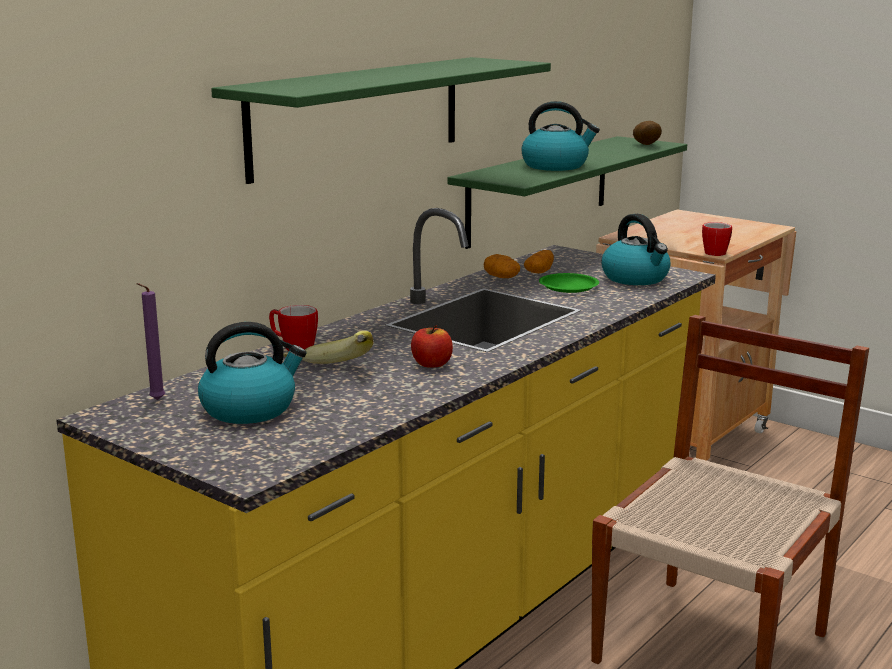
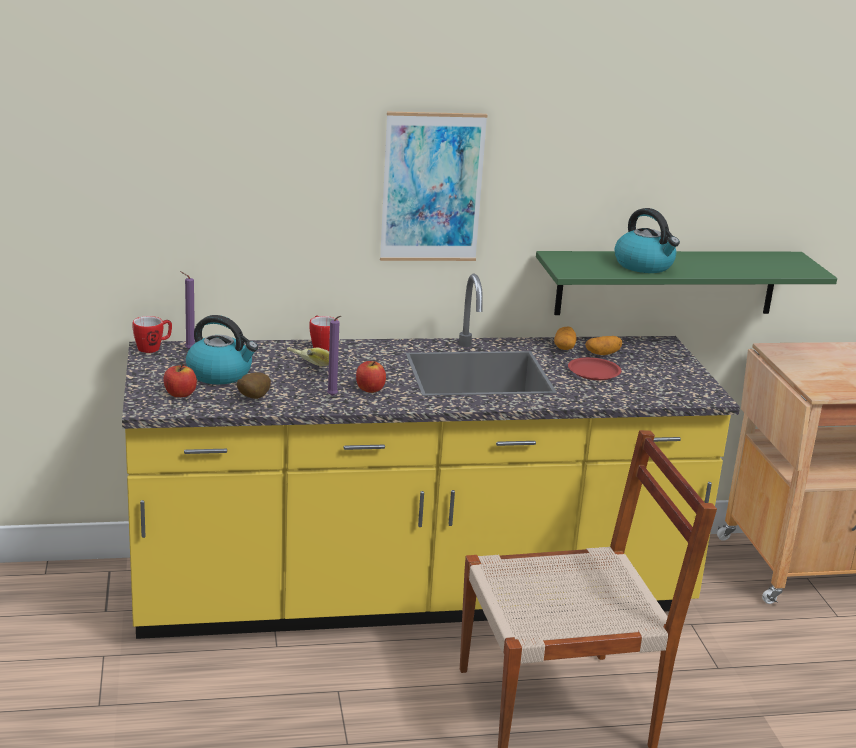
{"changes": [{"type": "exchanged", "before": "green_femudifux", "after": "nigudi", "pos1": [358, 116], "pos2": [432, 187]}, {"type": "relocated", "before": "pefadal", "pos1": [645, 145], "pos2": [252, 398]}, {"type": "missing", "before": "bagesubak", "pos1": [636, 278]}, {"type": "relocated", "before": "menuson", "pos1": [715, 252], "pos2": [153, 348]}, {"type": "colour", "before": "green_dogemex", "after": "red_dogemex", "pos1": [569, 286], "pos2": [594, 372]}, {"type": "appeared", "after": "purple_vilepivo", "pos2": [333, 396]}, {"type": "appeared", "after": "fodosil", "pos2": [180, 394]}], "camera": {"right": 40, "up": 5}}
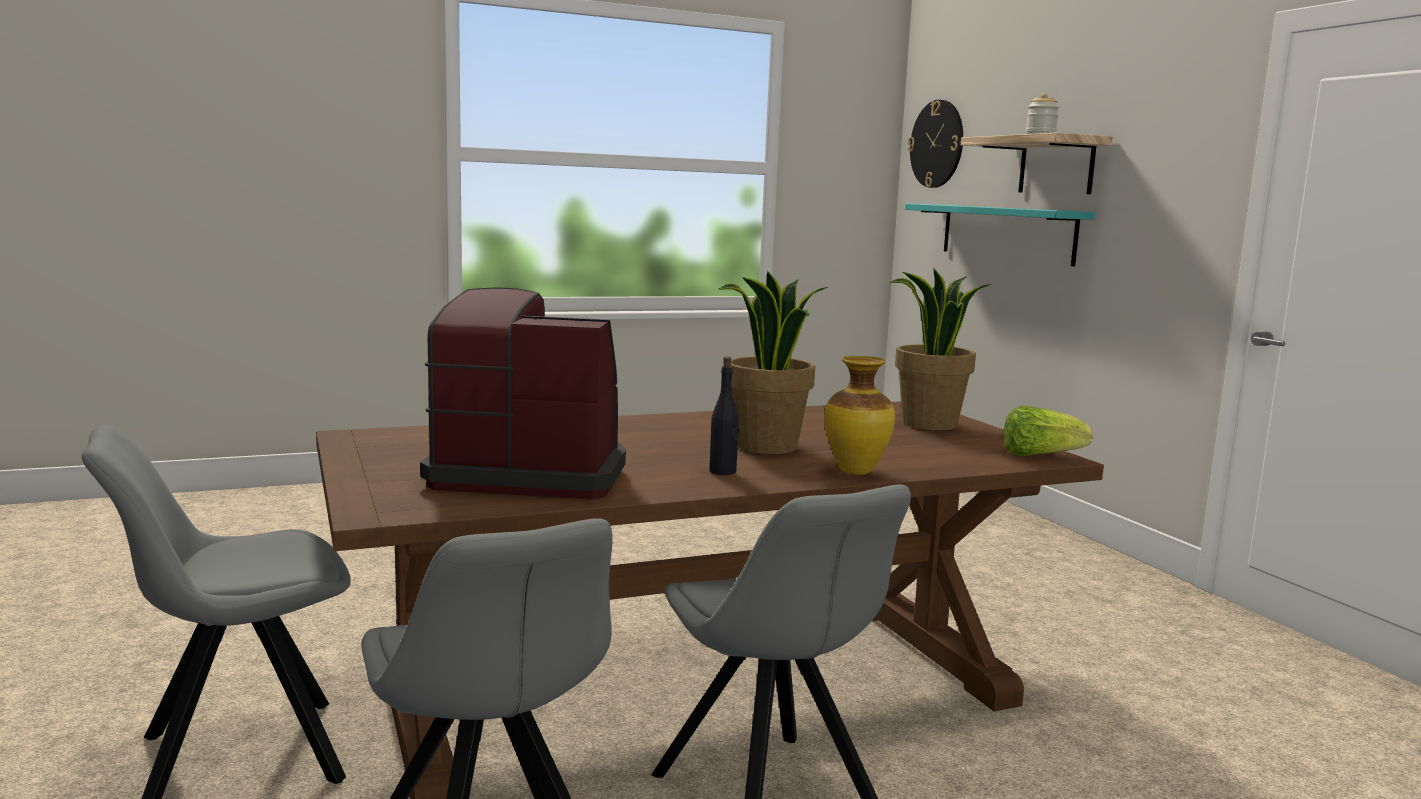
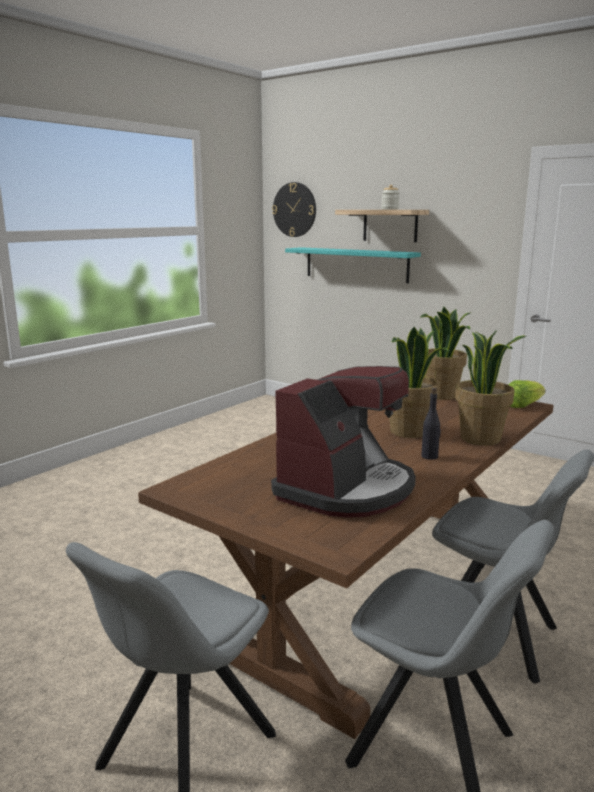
{"changes": [{"type": "spun", "before": "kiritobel", "pos1": [529, 474], "pos2": [346, 489], "turn": 150}, {"type": "exchanged", "before": "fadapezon", "after": "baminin", "pos1": [856, 471], "pos2": [481, 438]}], "camera": {"right": -30, "up": 5}}
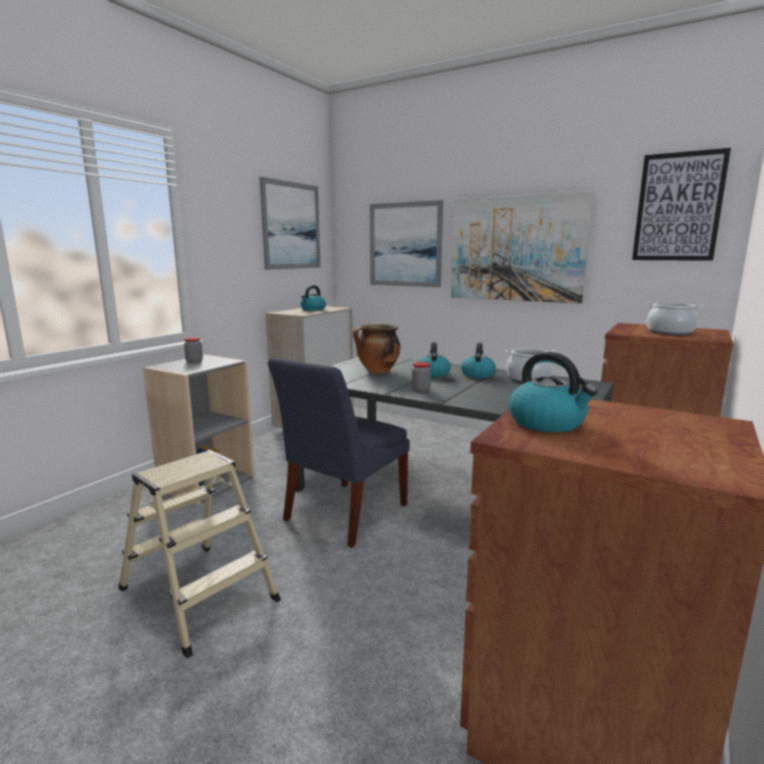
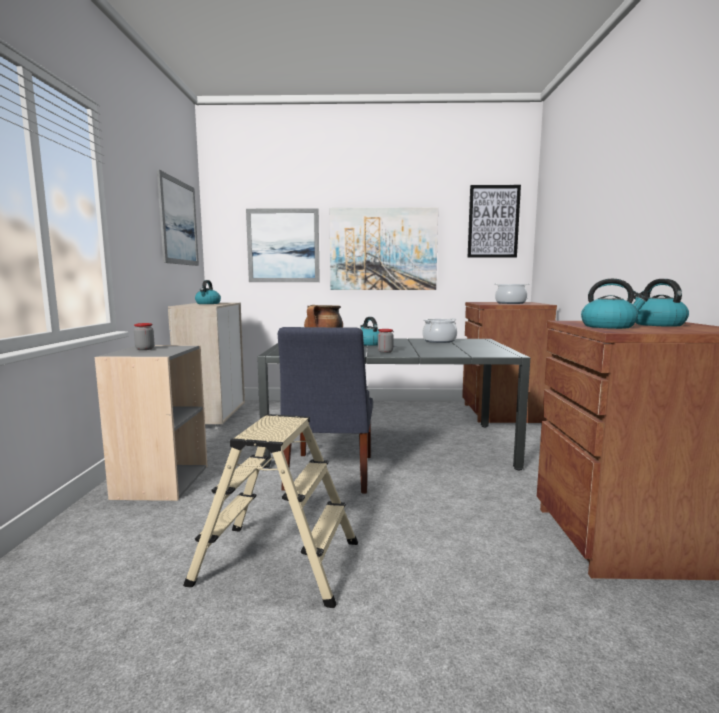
{"changes": [{"type": "relocated", "before": "bagesubak", "pos1": [477, 374], "pos2": [657, 324]}], "camera": {"right": -30, "up": -5}}
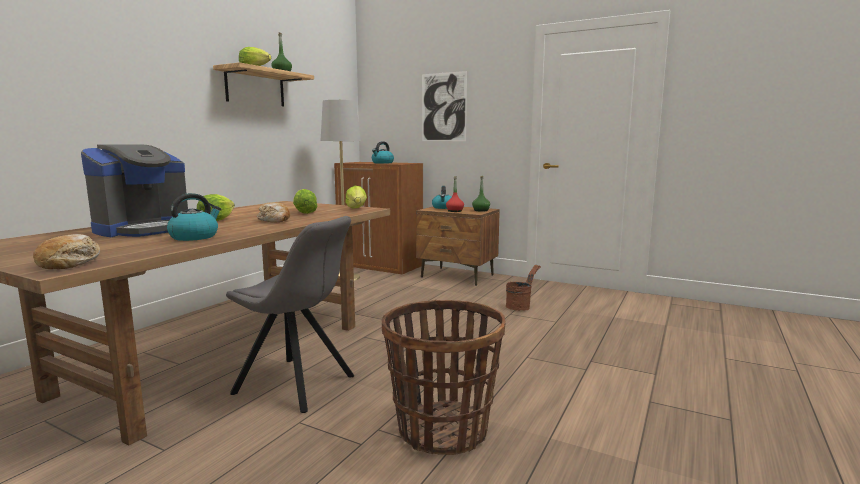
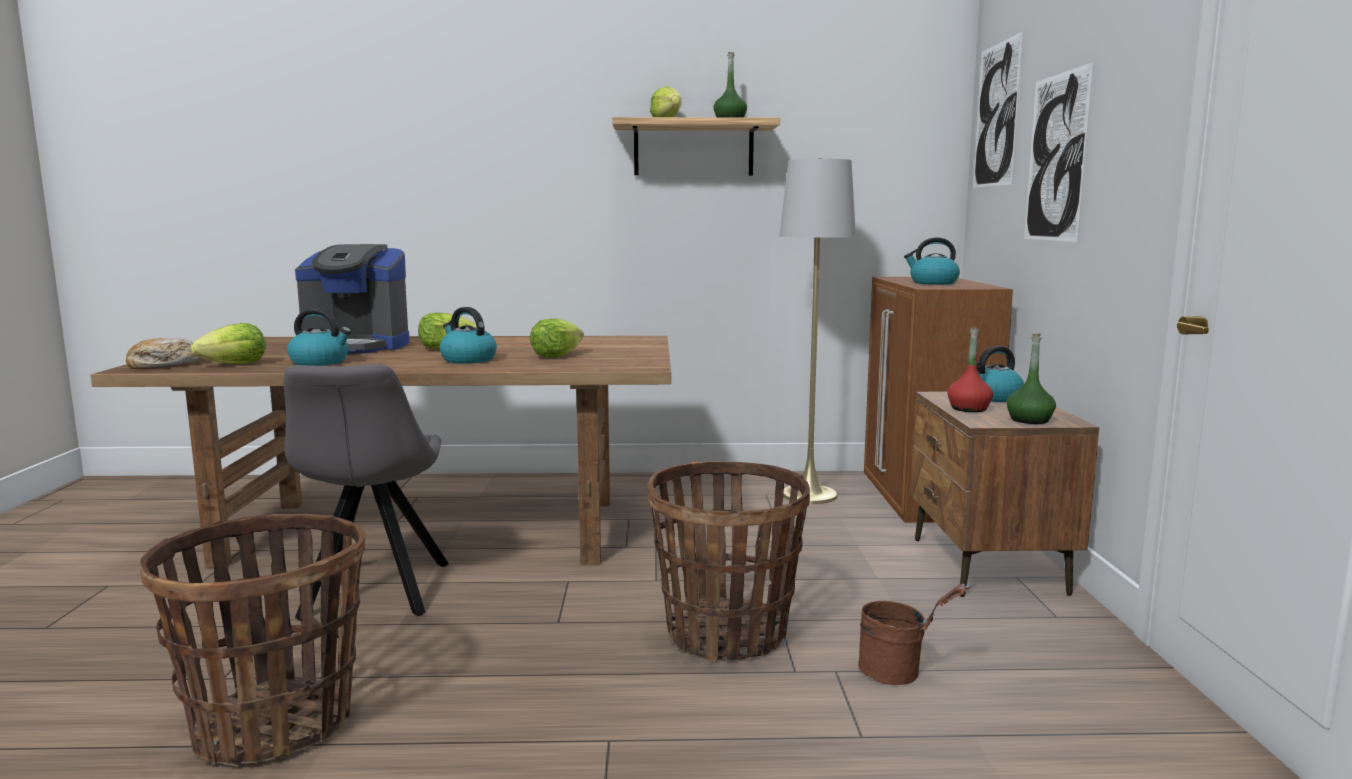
{"changes": [{"type": "relocated", "before": "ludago", "pos1": [356, 208], "pos2": [235, 365]}, {"type": "exchanged", "before": "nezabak", "after": "bagesubak", "pos1": [275, 220], "pos2": [467, 360]}, {"type": "appeared", "after": "nigudi", "pos2": [996, 115]}, {"type": "appeared", "after": "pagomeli", "pos2": [727, 634]}], "camera": {"right": 60, "up": 0}}
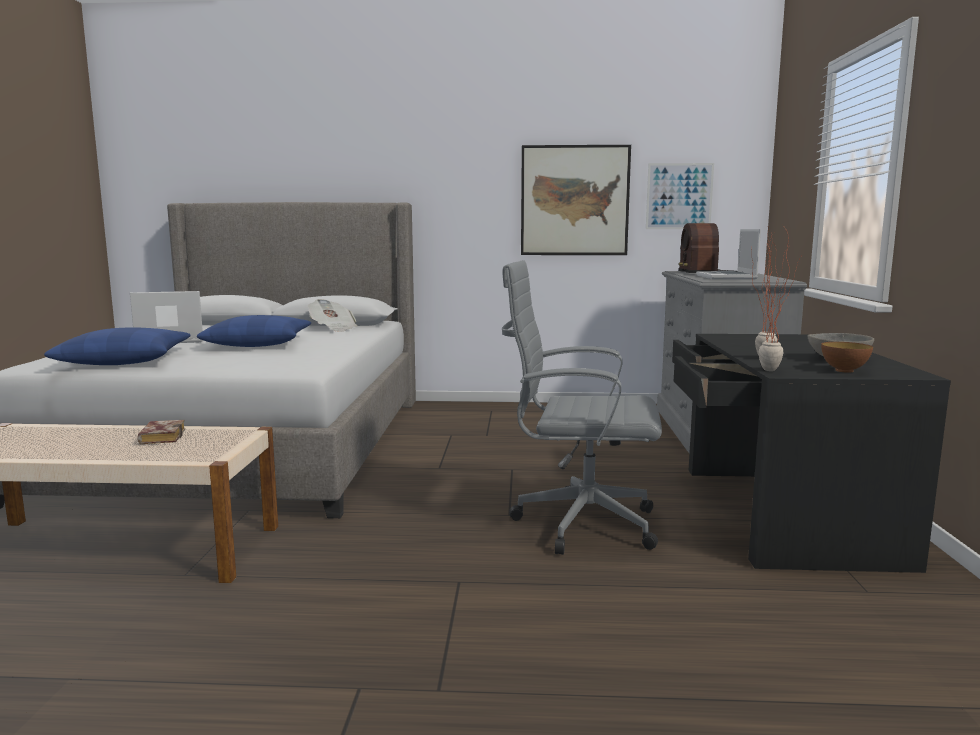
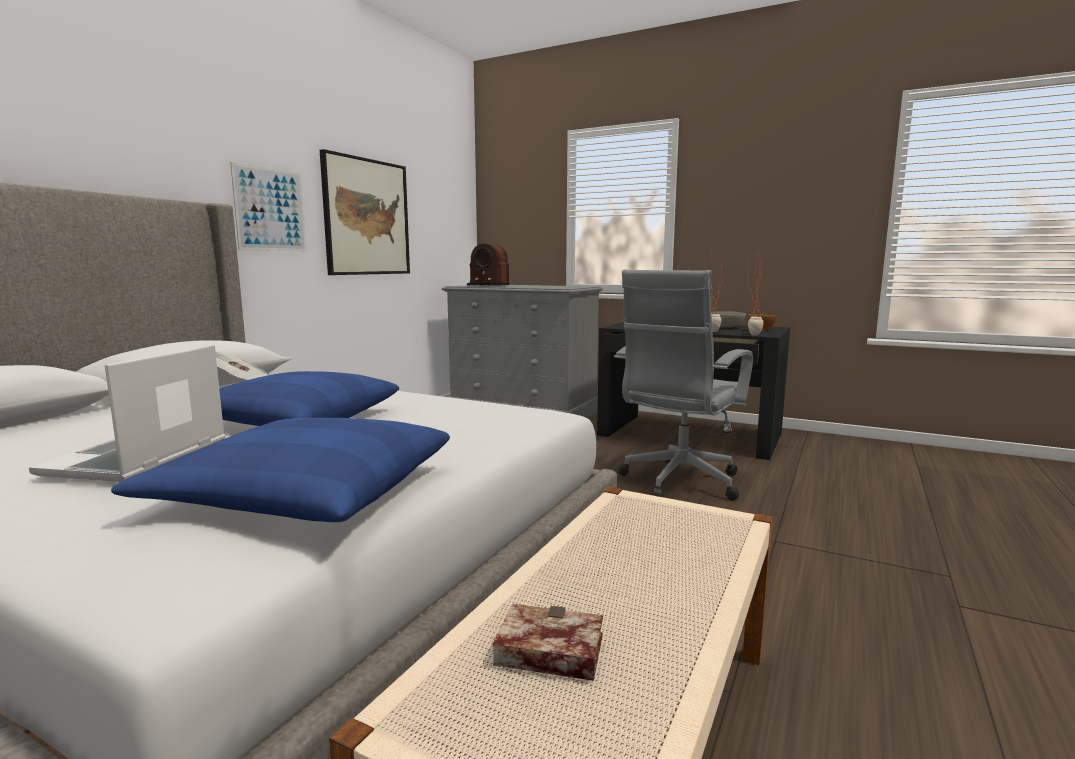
{"changes": [{"type": "relocated", "before": "nigudi", "pos1": [679, 196], "pos2": [270, 210]}, {"type": "missing", "before": "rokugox", "pos1": [727, 277]}, {"type": "relocated", "before": "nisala", "pos1": [161, 437], "pos2": [545, 653]}], "camera": {"right": -65, "up": 0}}
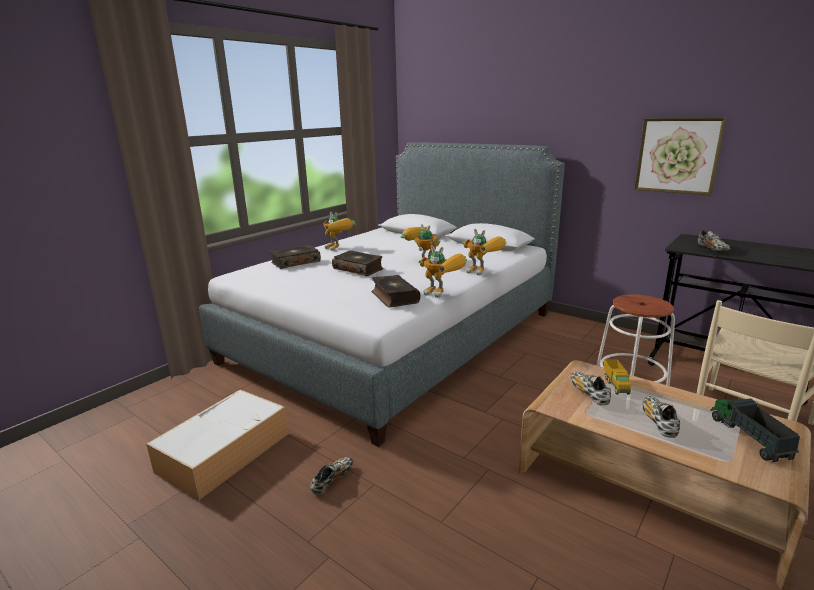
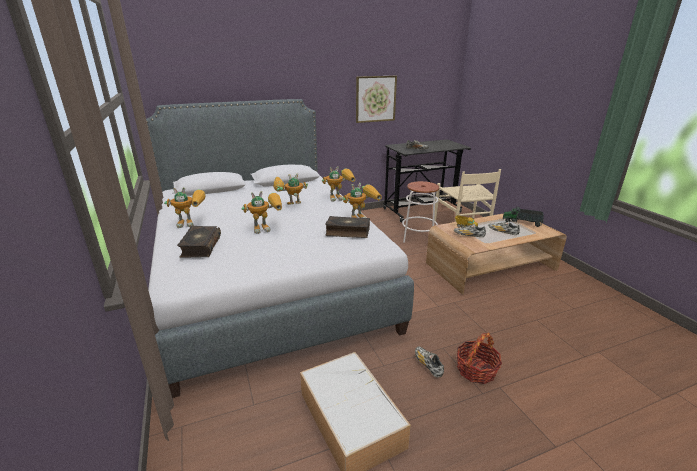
{"changes": [{"type": "exchanged", "before": "nisala", "after": "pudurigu", "pos1": [358, 269], "pos2": [267, 228]}, {"type": "appeared", "after": "pagomeli", "pos2": [476, 370]}], "camera": {"right": -60, "up": 5}}
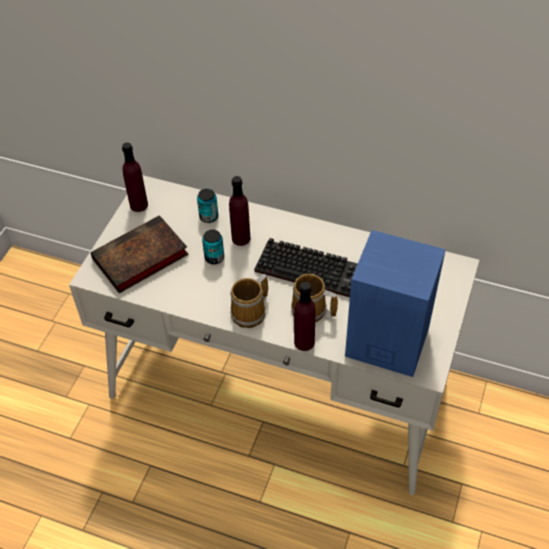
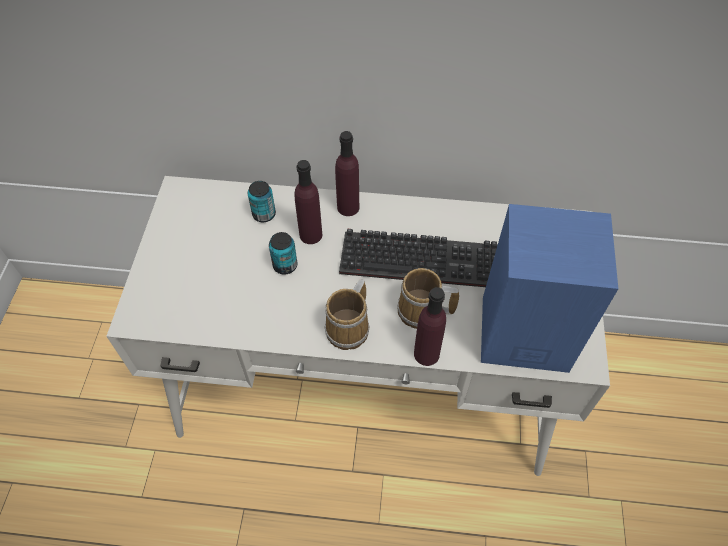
{"changes": [{"type": "relocated", "before": "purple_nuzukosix", "pos1": [139, 205], "pos2": [348, 207]}, {"type": "missing", "before": "nisala", "pos1": [139, 259]}], "camera": {"right": -15, "up": 5}}
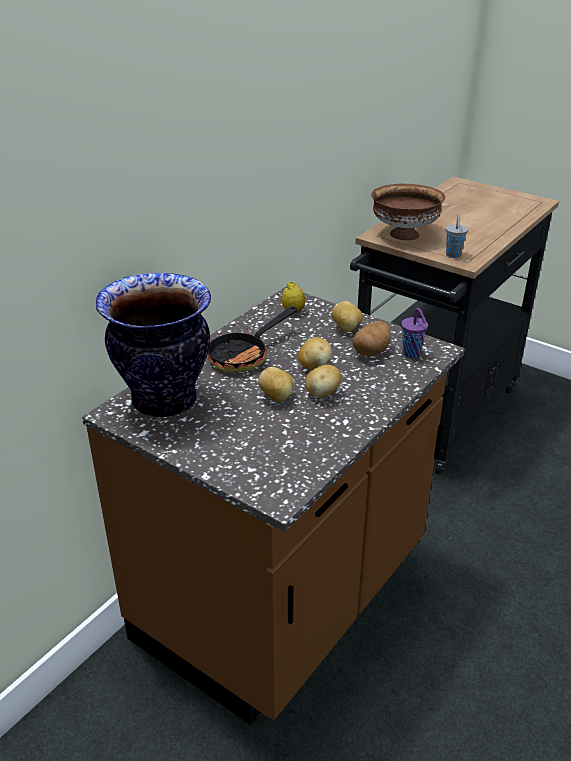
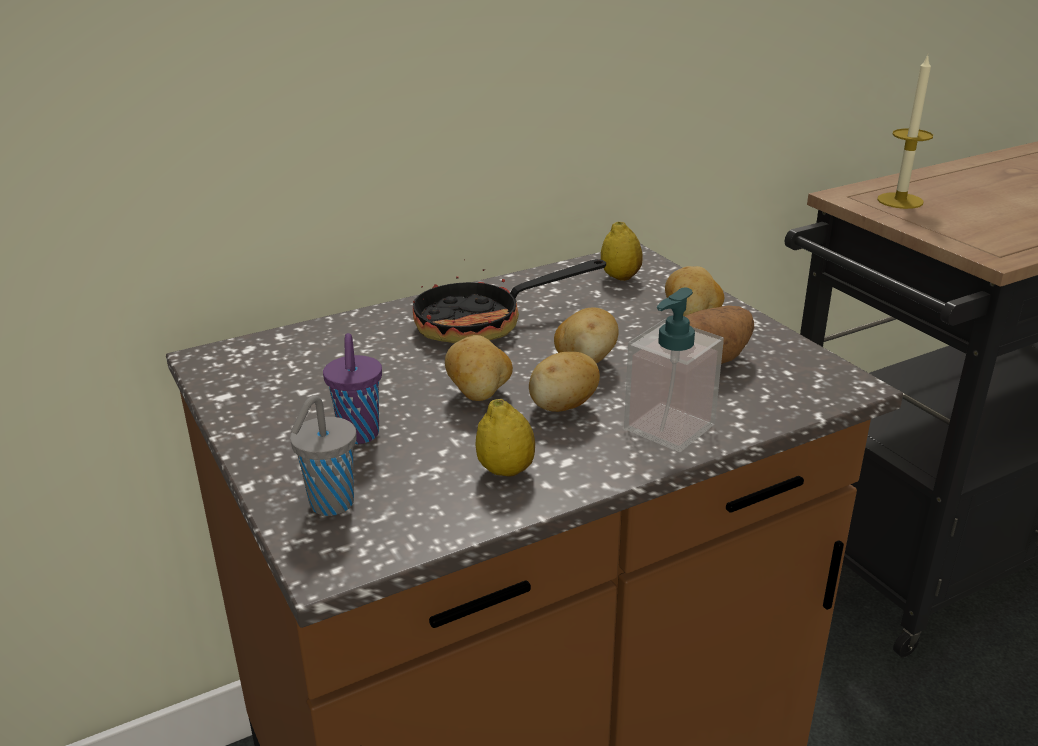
{"changes": [{"type": "exchanged", "before": "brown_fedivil", "after": "vilepivo", "pos1": [403, 234], "pos2": [900, 201]}, {"type": "relocated", "before": "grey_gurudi", "pos1": [453, 255], "pos2": [329, 505]}, {"type": "missing", "before": "fadapezon", "pos1": [166, 401]}, {"type": "relocated", "before": "purple_gurudi", "pos1": [412, 354], "pos2": [359, 436]}, {"type": "appeared", "after": "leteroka", "pos2": [669, 427]}, {"type": "appeared", "after": "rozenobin", "pos2": [506, 471]}], "camera": {"right": 25, "up": -5}}
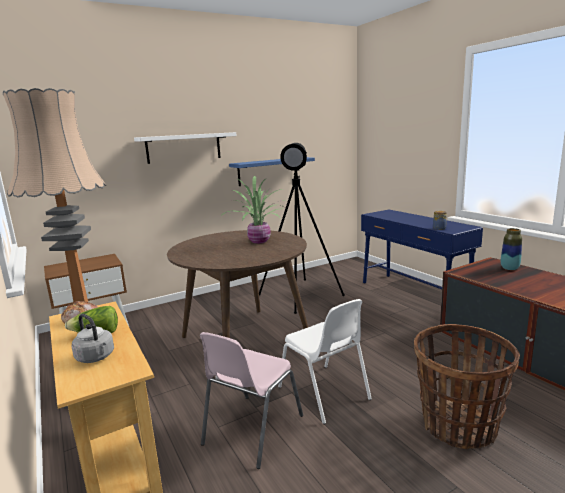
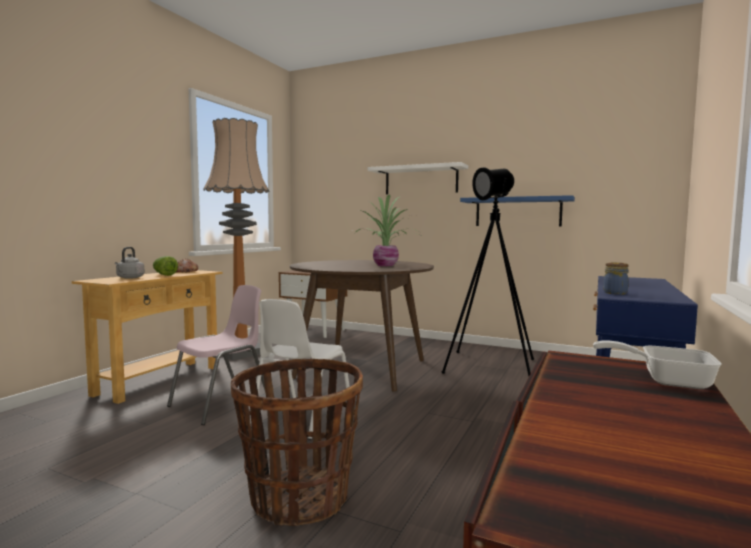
{"changes": [{"type": "exchanged", "before": "fadapezon", "after": "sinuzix", "pos1": [509, 268], "pos2": [666, 380]}, {"type": "spun", "before": "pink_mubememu", "pos1": [251, 430], "pos2": [222, 404], "turn": 135}], "camera": {"right": 55, "up": -10}}
